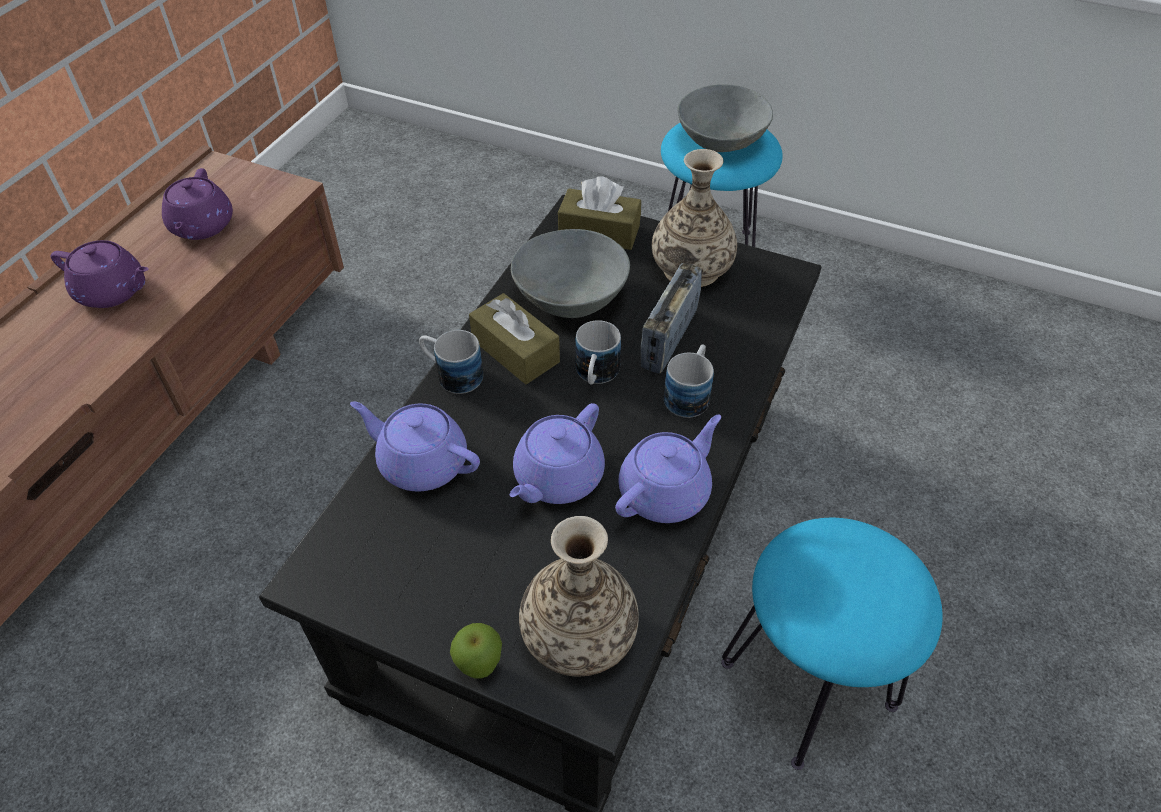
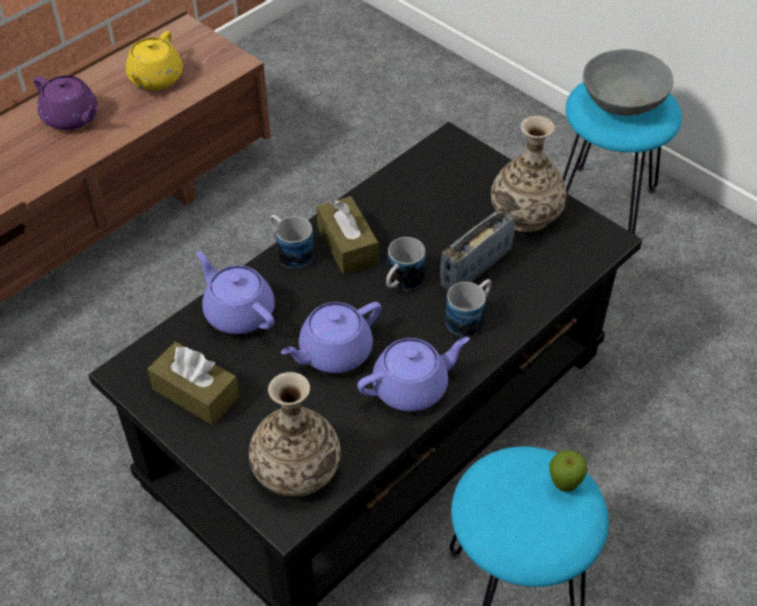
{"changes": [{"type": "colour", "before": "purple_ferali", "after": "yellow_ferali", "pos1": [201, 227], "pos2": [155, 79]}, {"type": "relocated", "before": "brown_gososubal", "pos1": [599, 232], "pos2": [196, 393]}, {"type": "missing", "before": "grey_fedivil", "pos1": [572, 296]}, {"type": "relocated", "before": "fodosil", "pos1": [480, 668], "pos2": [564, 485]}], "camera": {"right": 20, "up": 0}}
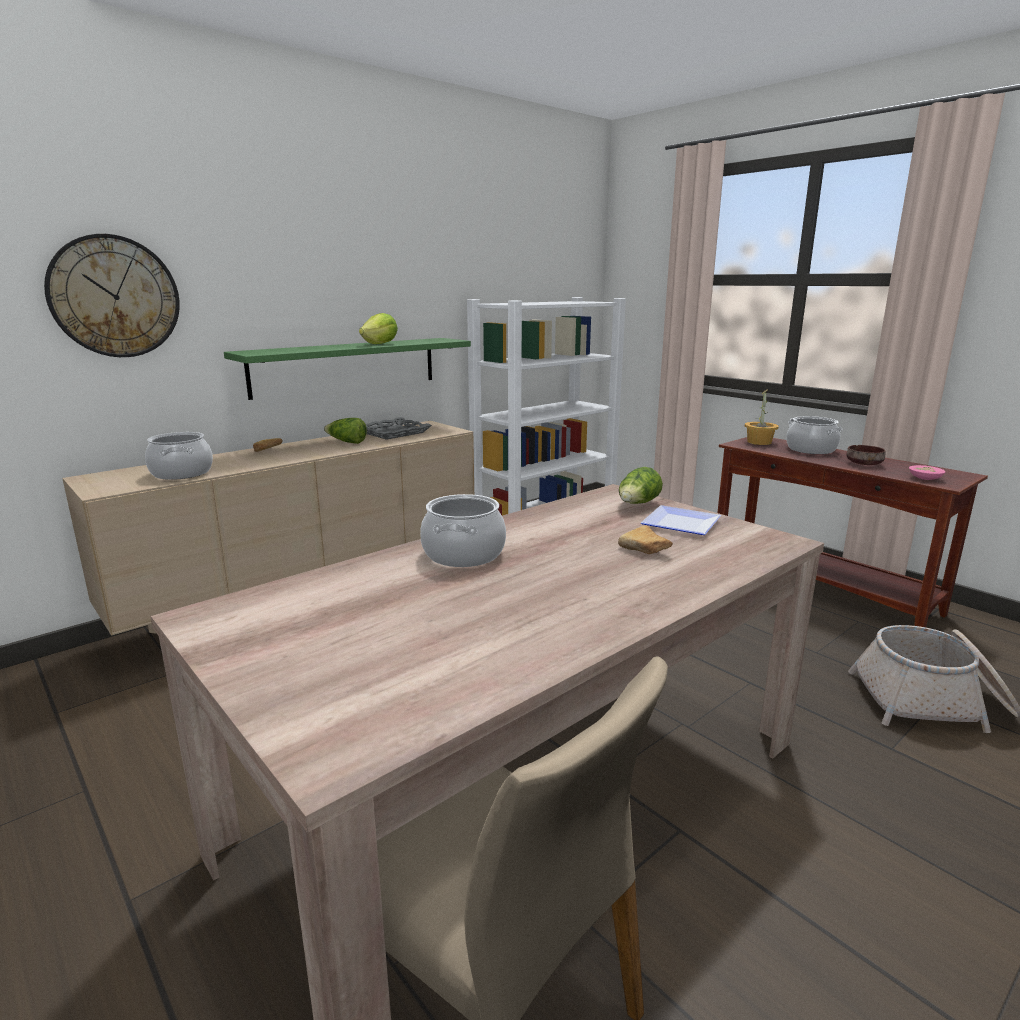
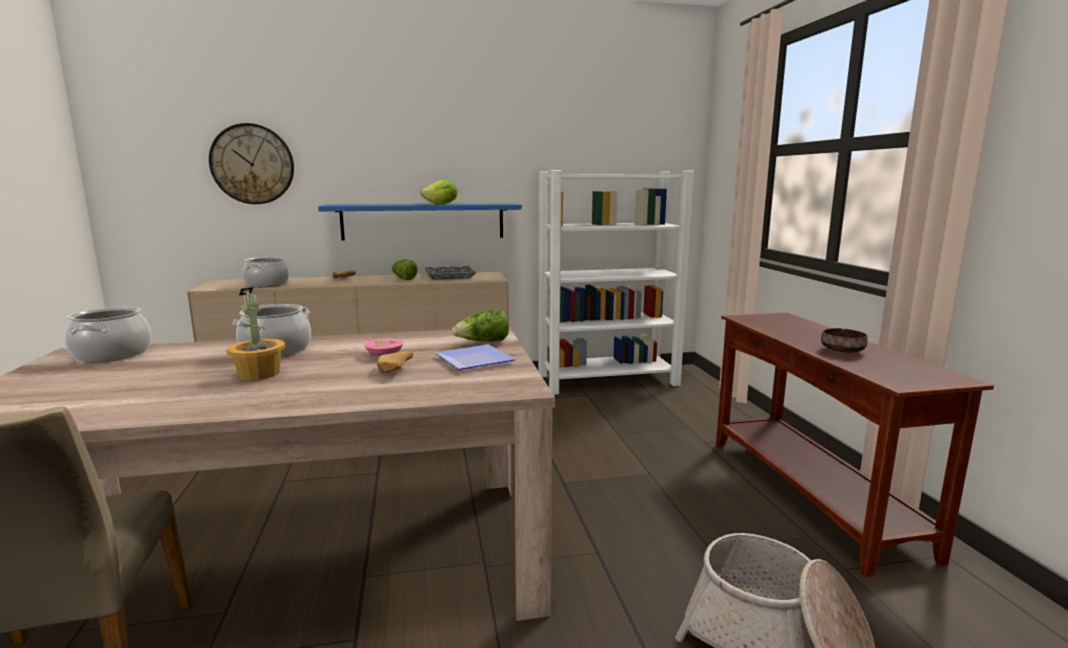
{"changes": [{"type": "colour", "before": "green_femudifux", "after": "blue_femudifux", "pos1": [346, 366], "pos2": [423, 221]}, {"type": "relocated", "before": "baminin", "pos1": [759, 442], "pos2": [259, 374]}, {"type": "relocated", "before": "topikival", "pos1": [811, 449], "pos2": [113, 354]}, {"type": "relocated", "before": "pink_fedivil", "pos1": [923, 478], "pos2": [384, 354]}], "camera": {"right": 30, "up": -5}}
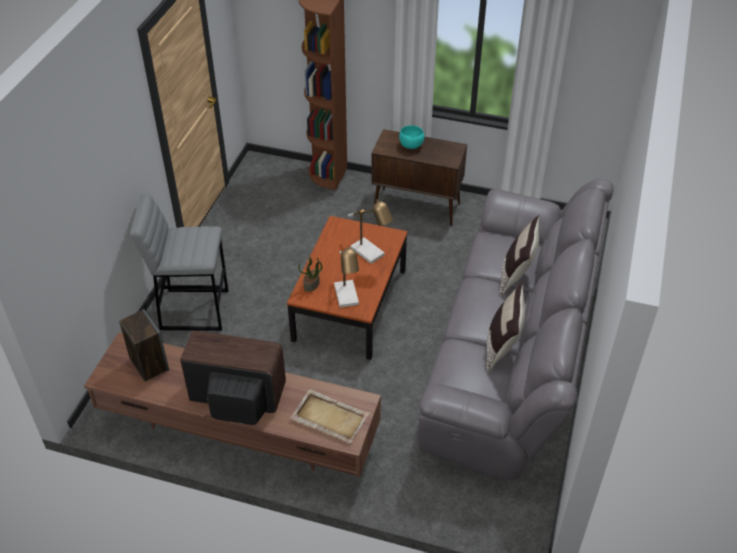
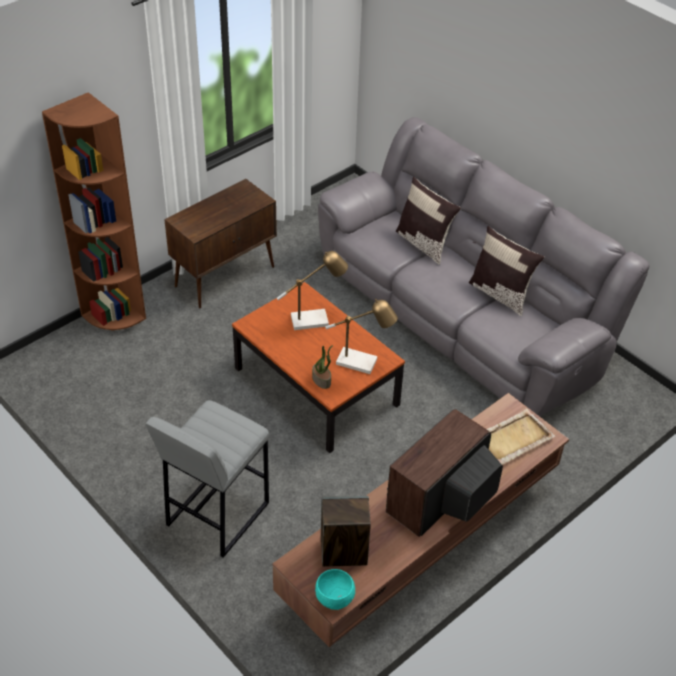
{"changes": [{"type": "relocated", "before": "turquoise_fedivil", "pos1": [411, 146], "pos2": [335, 598]}], "camera": {"right": -60, "up": 0}}
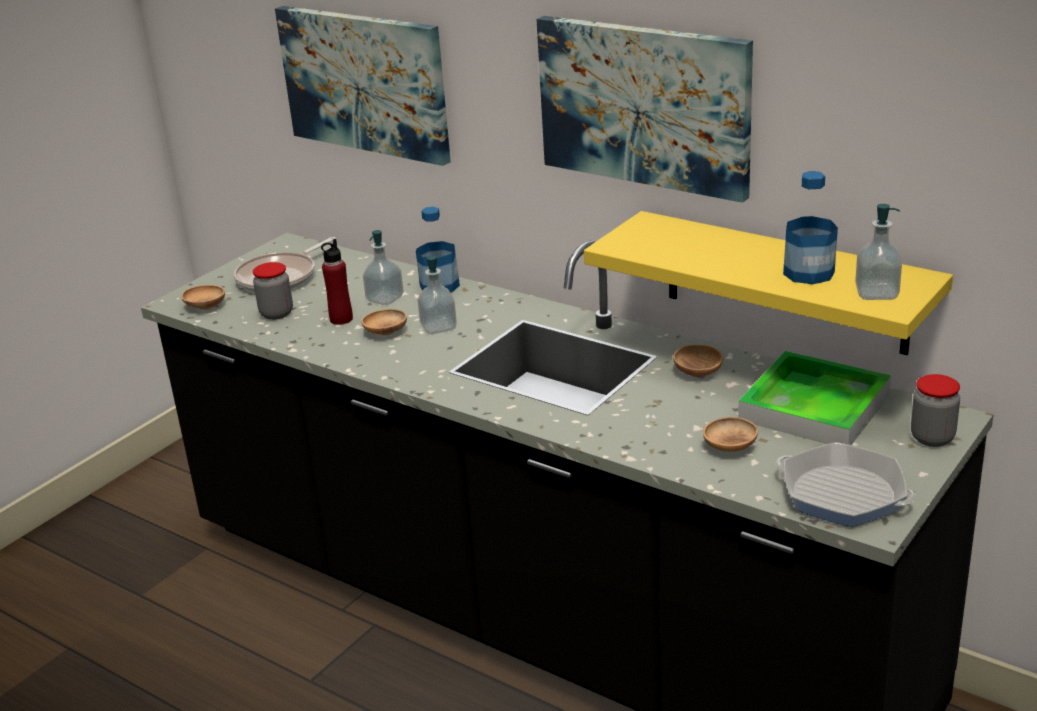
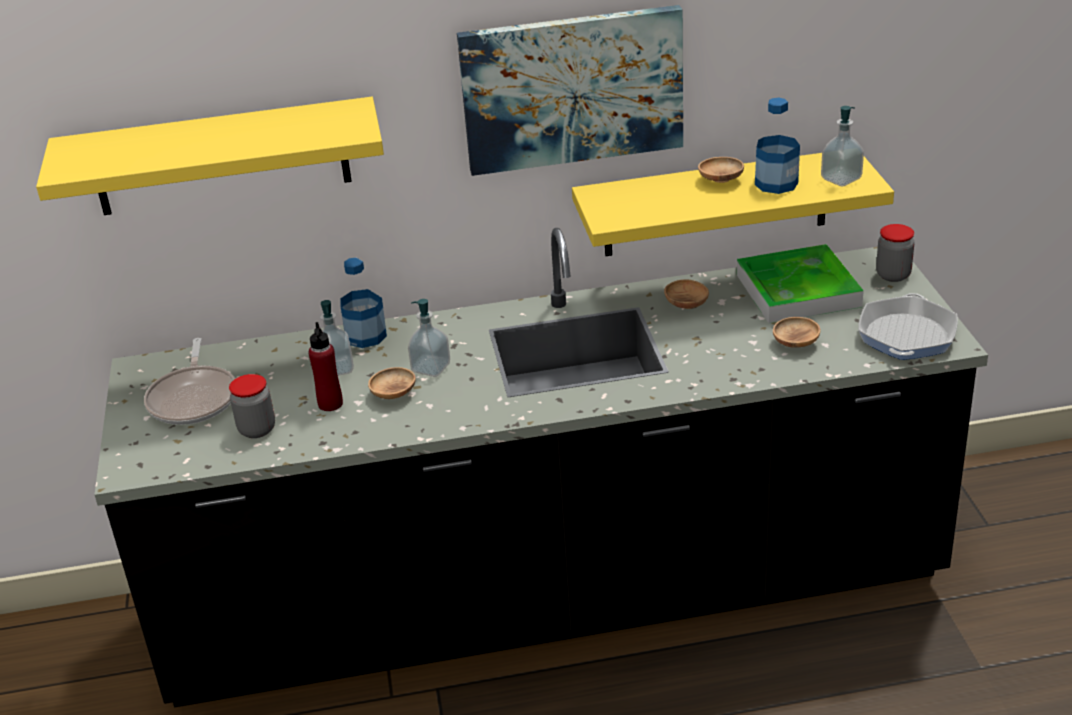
{"changes": [{"type": "exchanged", "before": "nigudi", "after": "yellow_femudifux", "pos1": [365, 82], "pos2": [220, 157]}, {"type": "relocated", "before": "brown_fedivil", "pos1": [205, 307], "pos2": [720, 180]}, {"type": "spun", "before": "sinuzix", "pos1": [843, 494], "pos2": [906, 336], "turn": -60}], "camera": {"right": -45, "up": 5}}
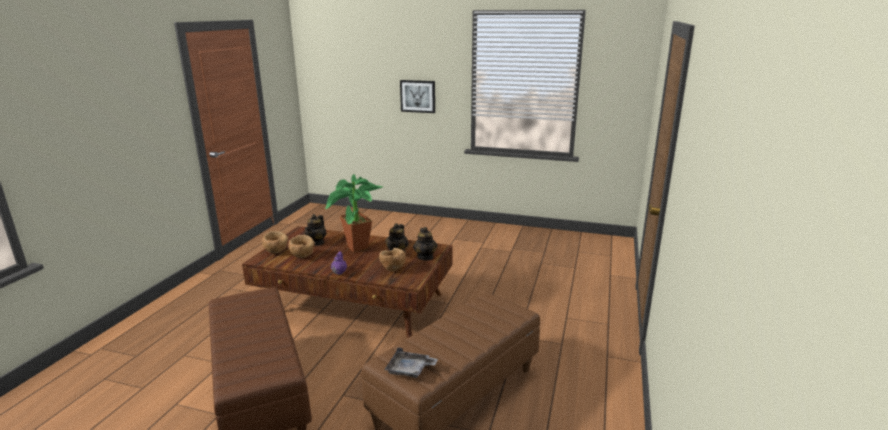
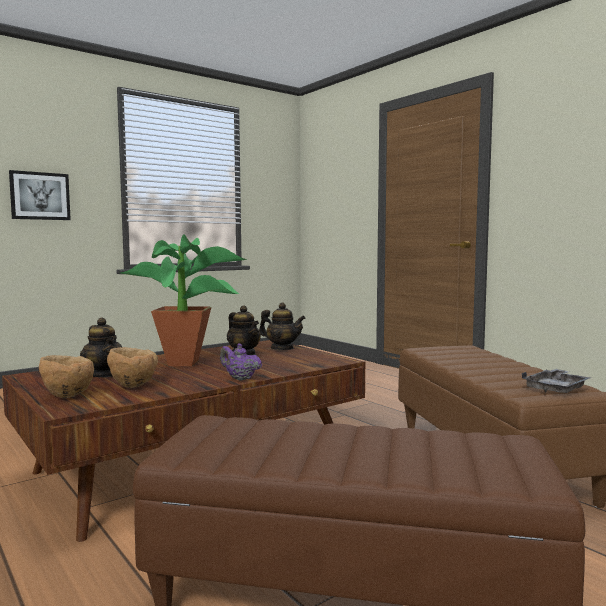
{"changes": [{"type": "missing", "before": "brown_fedivil", "pos1": [392, 269]}], "camera": {"right": -55, "up": -15}}
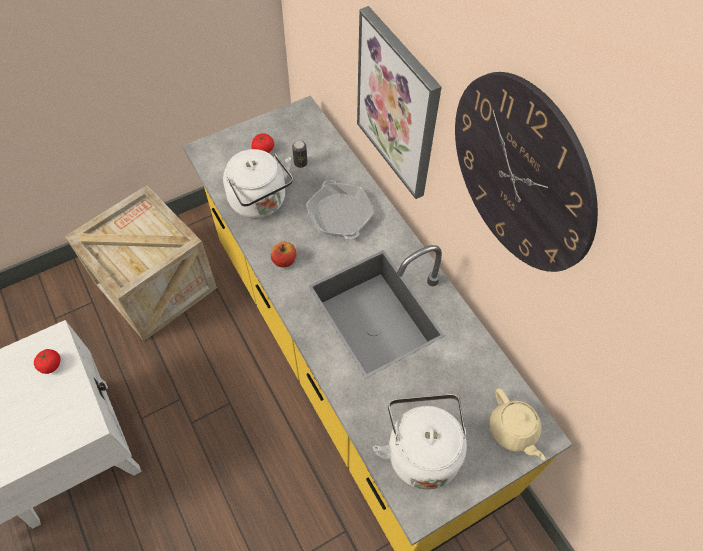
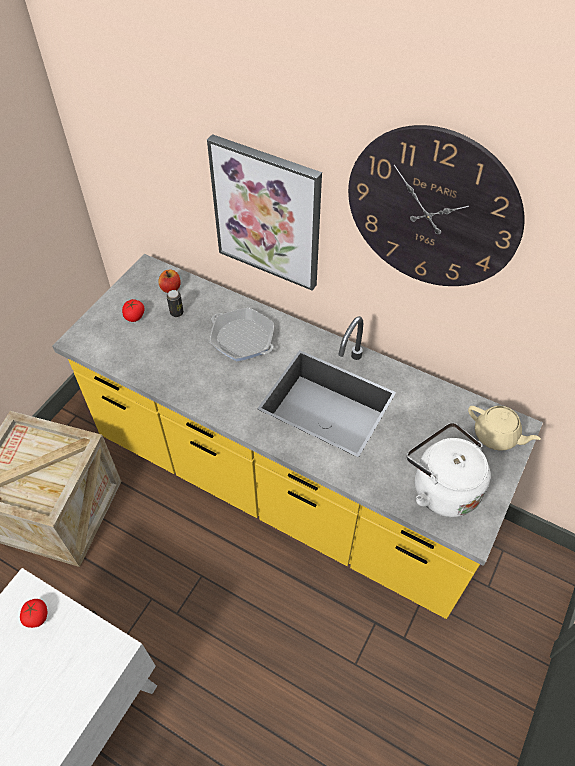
{"changes": [{"type": "missing", "before": "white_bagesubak", "pos1": [260, 202]}, {"type": "relocated", "before": "fodosil", "pos1": [284, 260], "pos2": [171, 288]}], "camera": {"right": -30, "up": -5}}
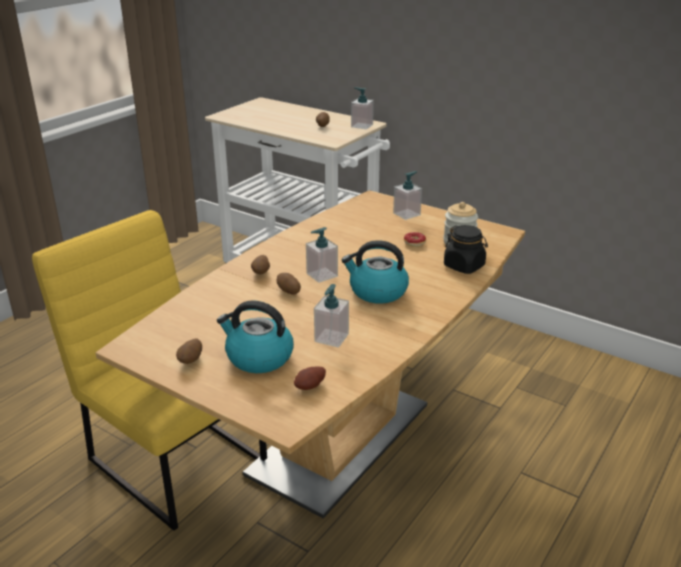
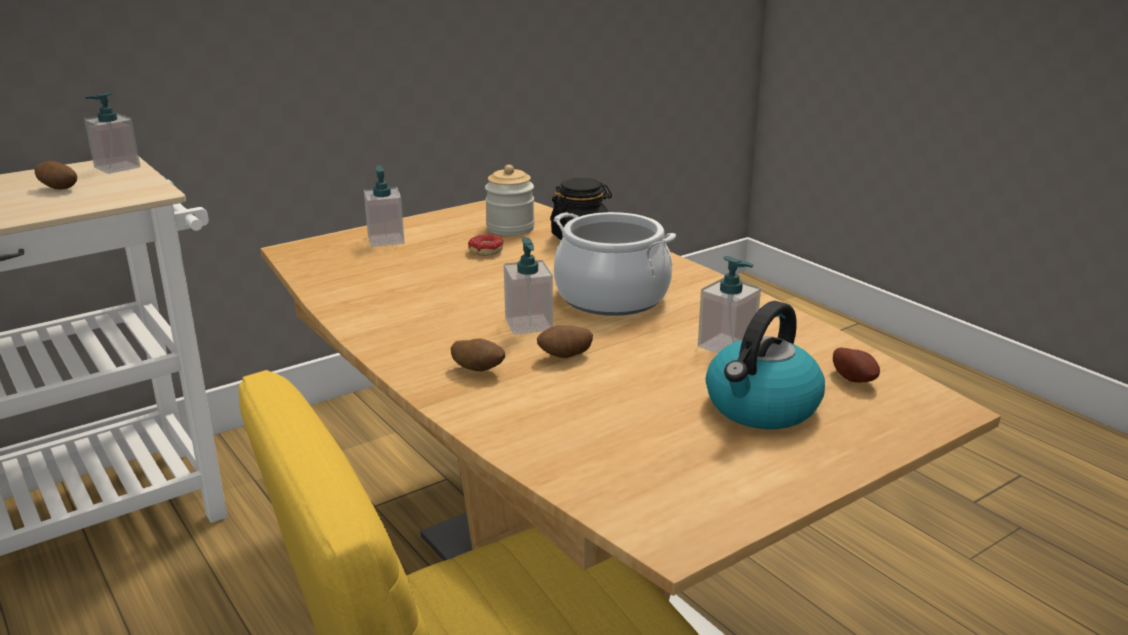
{"changes": [{"type": "exchanged", "before": "bagesubak", "after": "topikival", "pos1": [377, 292], "pos2": [612, 297]}, {"type": "missing", "before": "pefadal", "pos1": [191, 361]}], "camera": {"right": -70, "up": -5}}
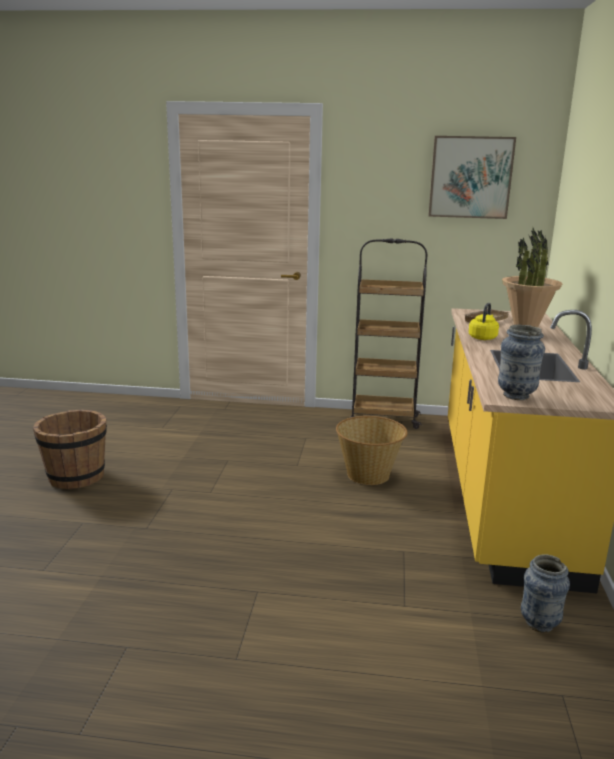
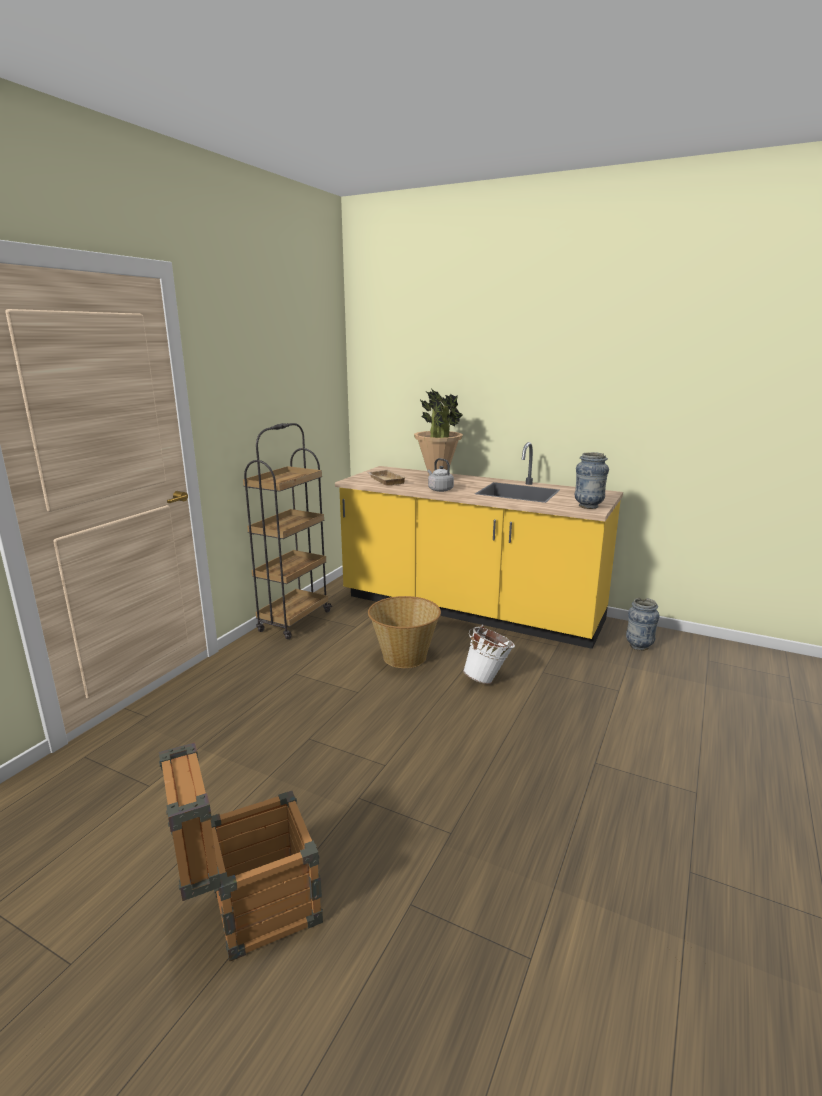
{"changes": [{"type": "missing", "before": "nigudi", "pos1": [470, 177]}, {"type": "colour", "before": "yellow_bagesubak", "after": "grey_bagesubak", "pos1": [483, 337], "pos2": [439, 489]}, {"type": "exchanged", "before": "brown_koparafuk", "after": "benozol", "pos1": [76, 477], "pos2": [250, 909]}, {"type": "appeared", "after": "white_koparafuk", "pos2": [488, 679]}], "camera": {"right": -70, "up": 0}}
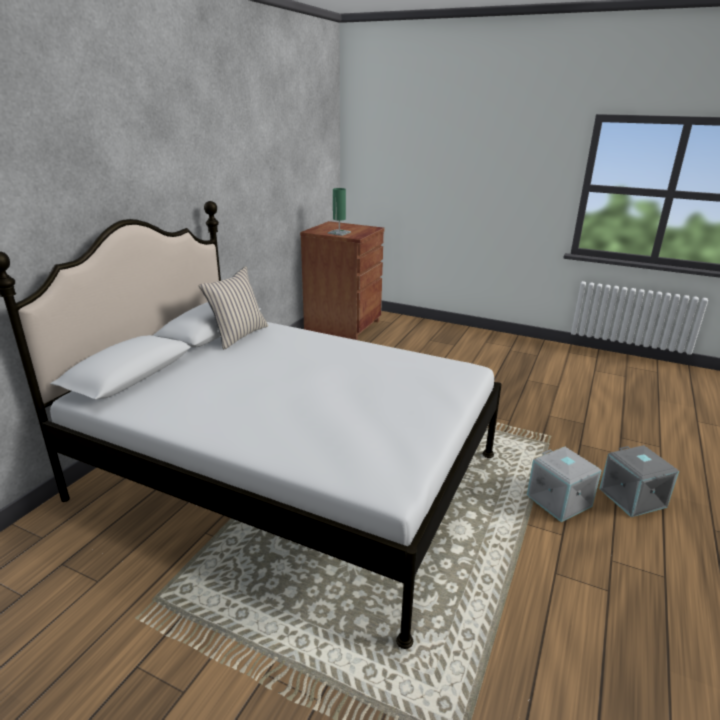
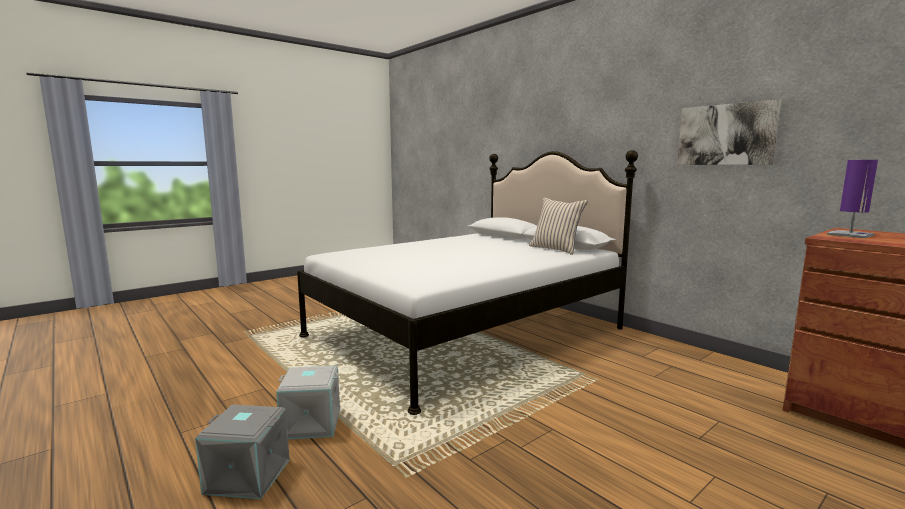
{"changes": [{"type": "colour", "before": "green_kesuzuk", "after": "purple_kesuzuk", "pos1": [339, 233], "pos2": [850, 235]}, {"type": "appeared", "after": "nigudi", "pos2": [726, 134]}], "camera": {"right": 115, "up": -15}}
